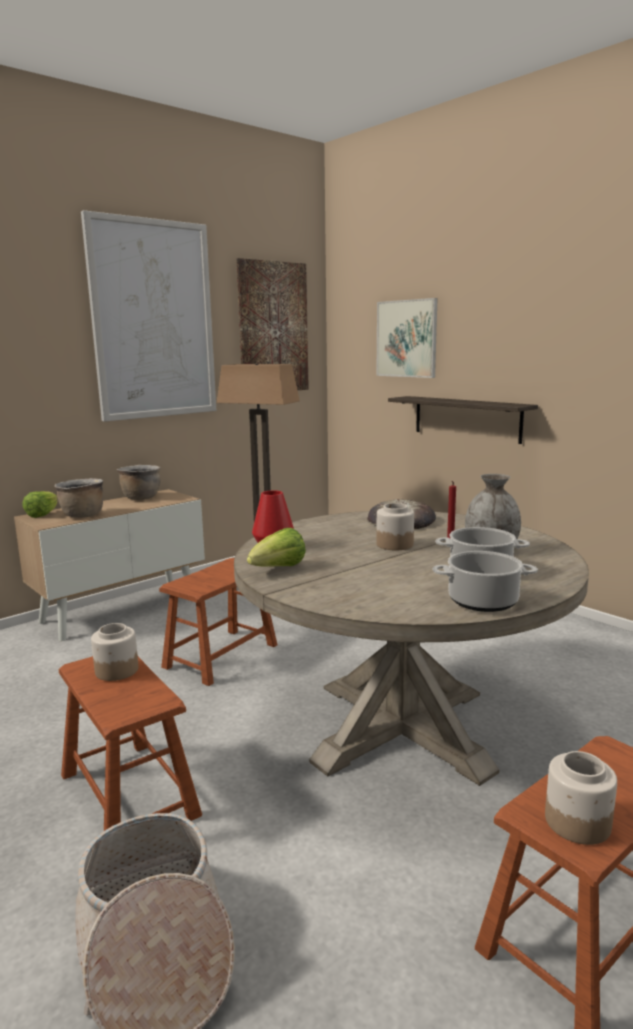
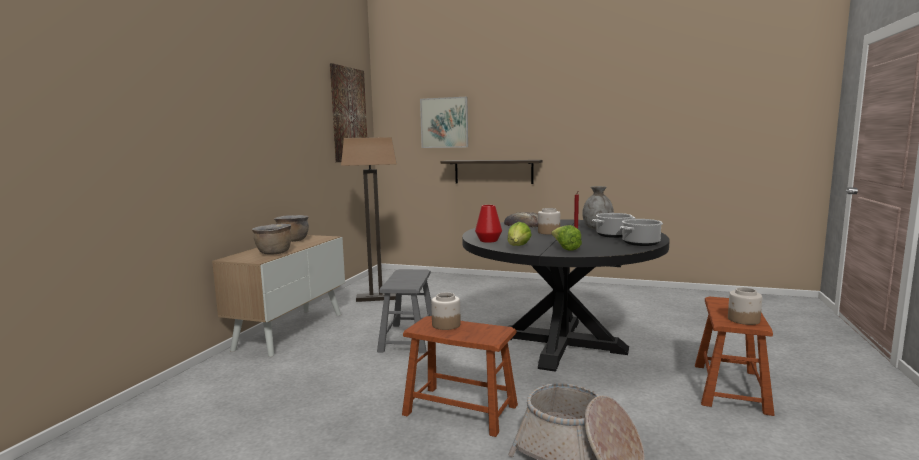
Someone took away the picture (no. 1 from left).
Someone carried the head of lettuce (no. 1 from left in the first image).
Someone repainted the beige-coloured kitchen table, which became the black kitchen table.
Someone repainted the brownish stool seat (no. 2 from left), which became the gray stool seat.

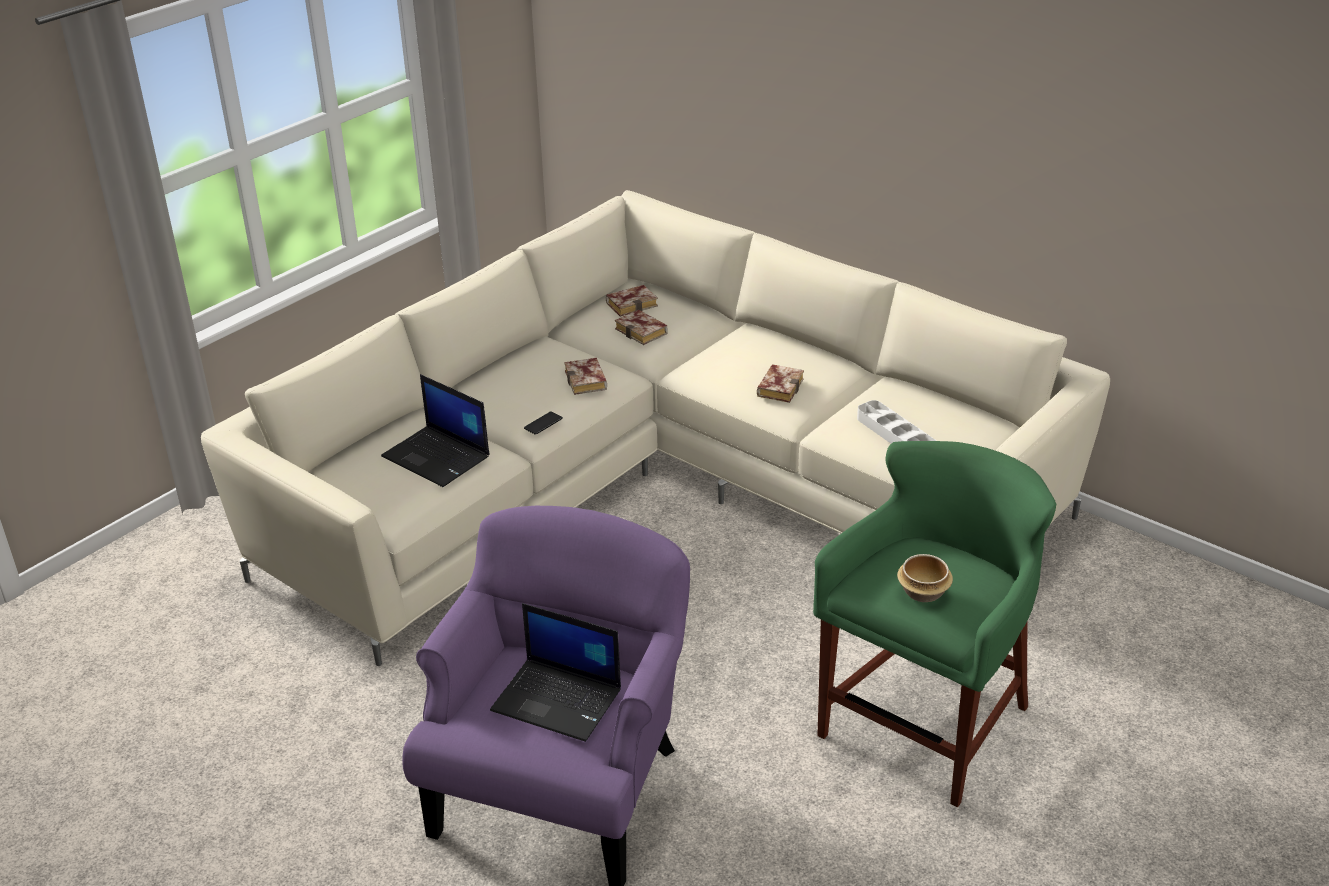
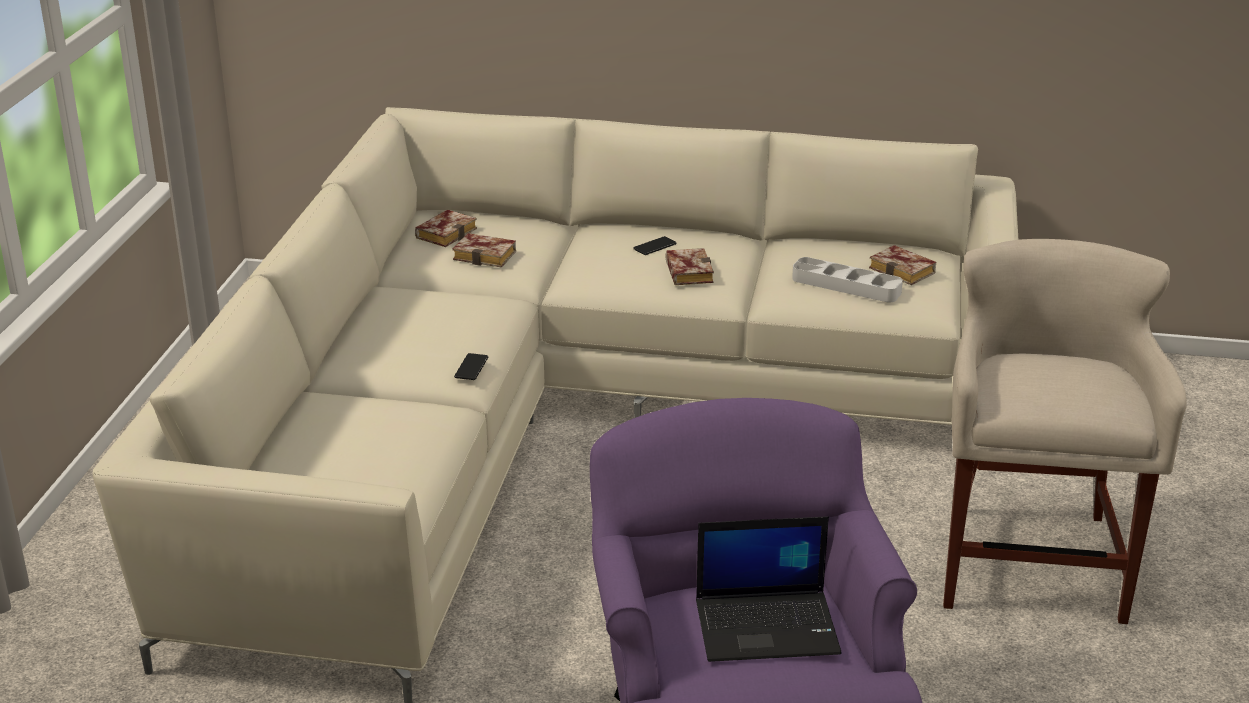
Someone carried the book (no. 1 from left in the first image).
Someone took away the laptop (no. 1 from left).
Someone repainted the green-coloured stool seat, which became the beige-coloured stool seat.
Someone took away the deep dish.
Someone put down the telephone (no. 2 from left).

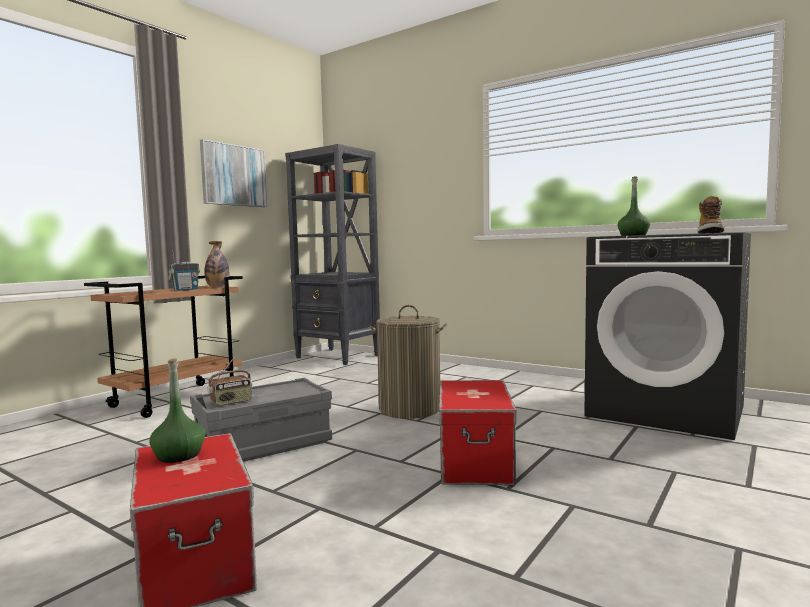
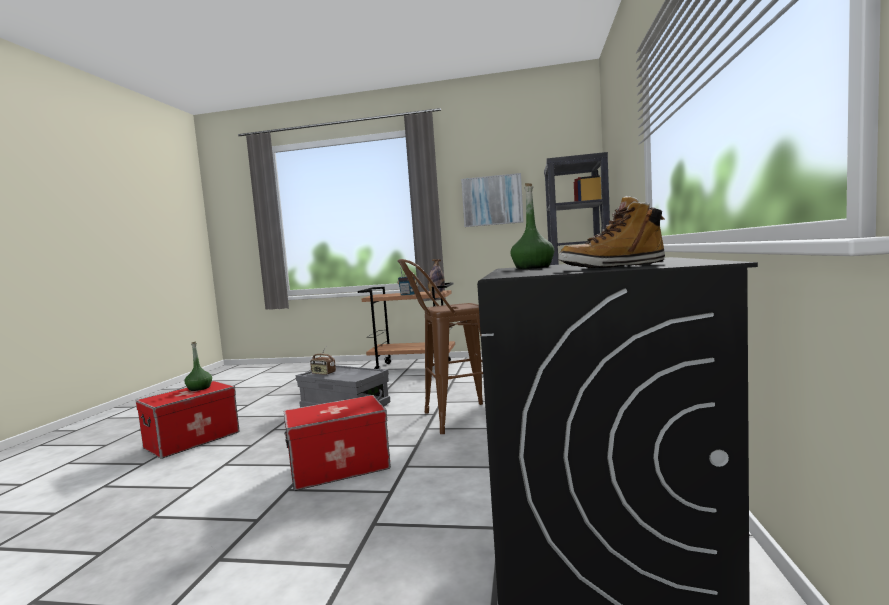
Someone swapped the washing basket for the brownish stool seat.

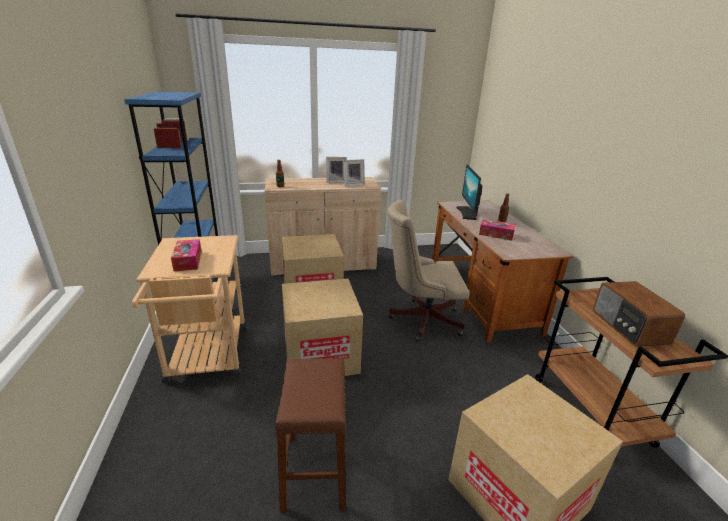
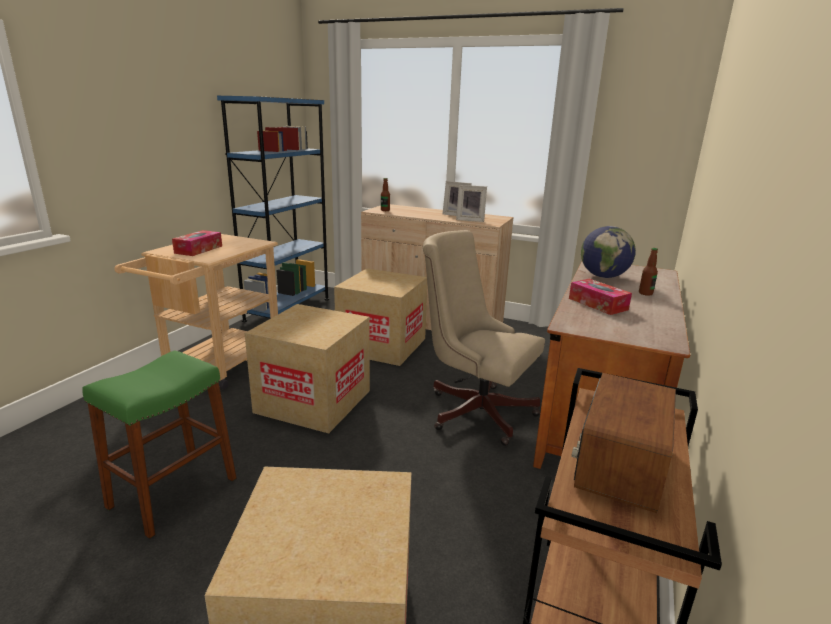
Someone swapped the computer screen for the world globe.
Someone repainted the brownish stool seat, which became the green-coloured stool seat.

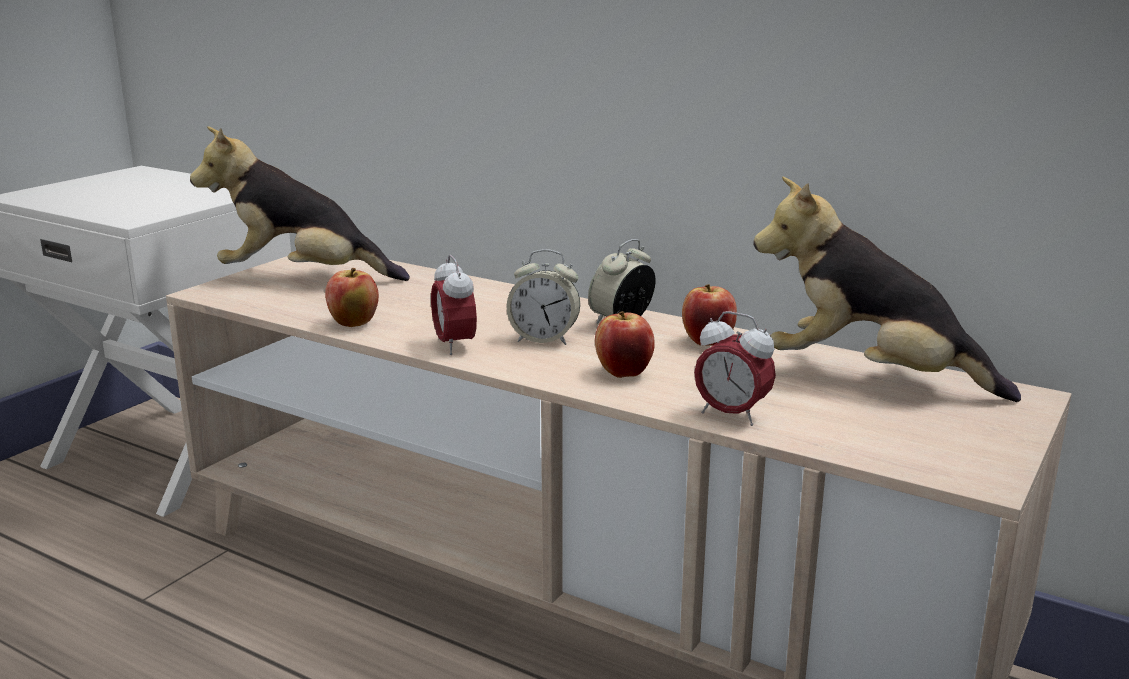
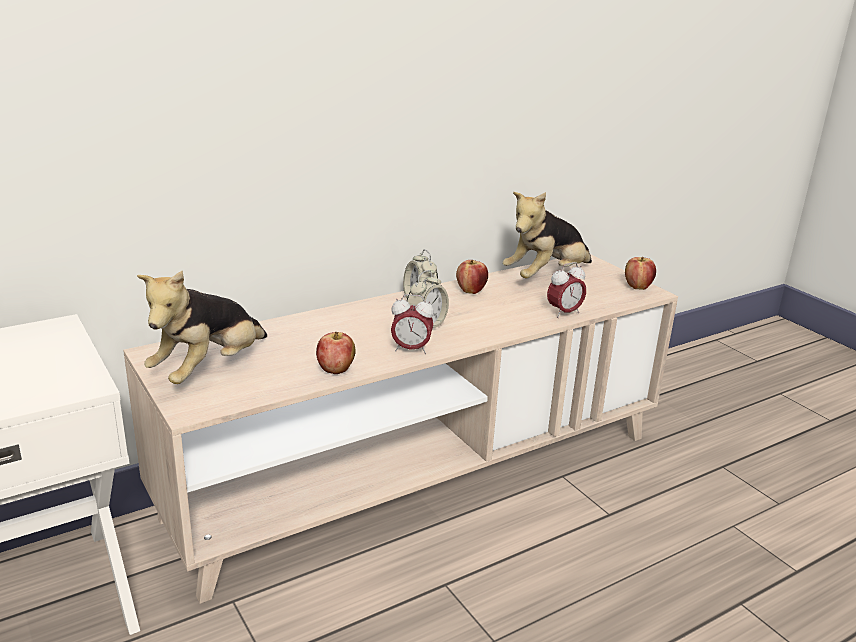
Someone carried the apple (no. 2 from left in the first image).

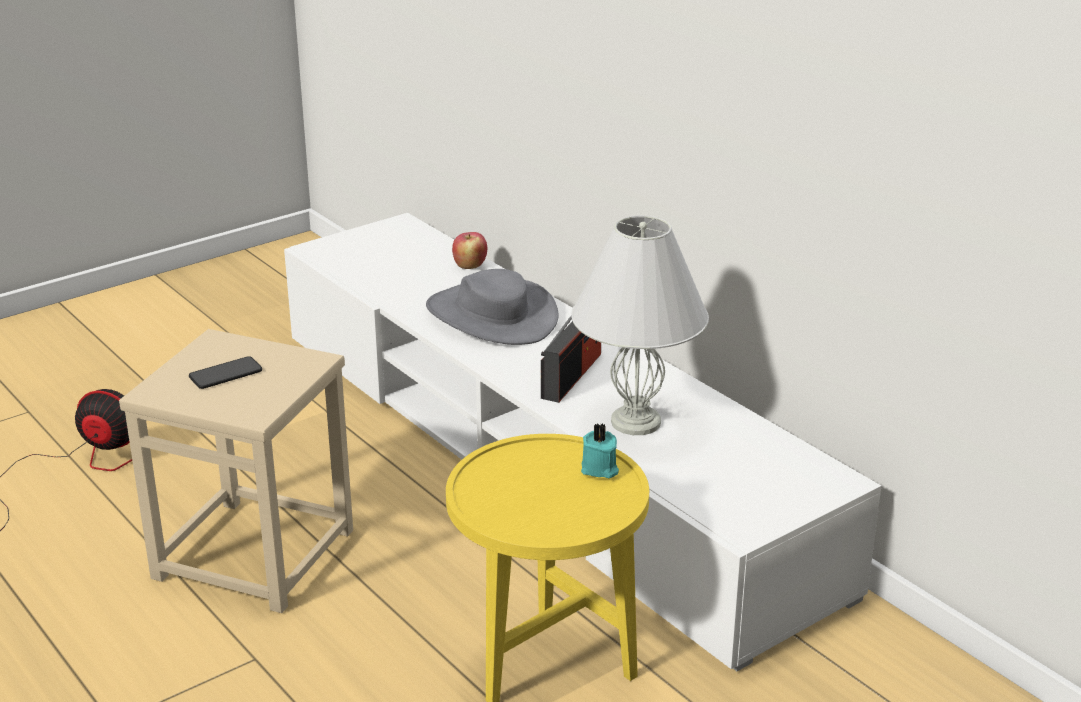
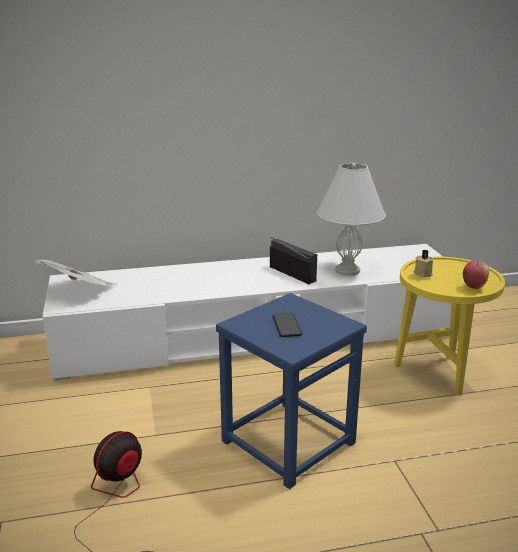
Someone carried the apple.
Someone took away the gray clothing hat.
Someone repainted the beige-coloured stool seat, which became the blue-coloured stool seat.
Someone took away the blue-green wax candle.
Someone put down the beige-coloured wax candle.
Someone put down the daily paper.

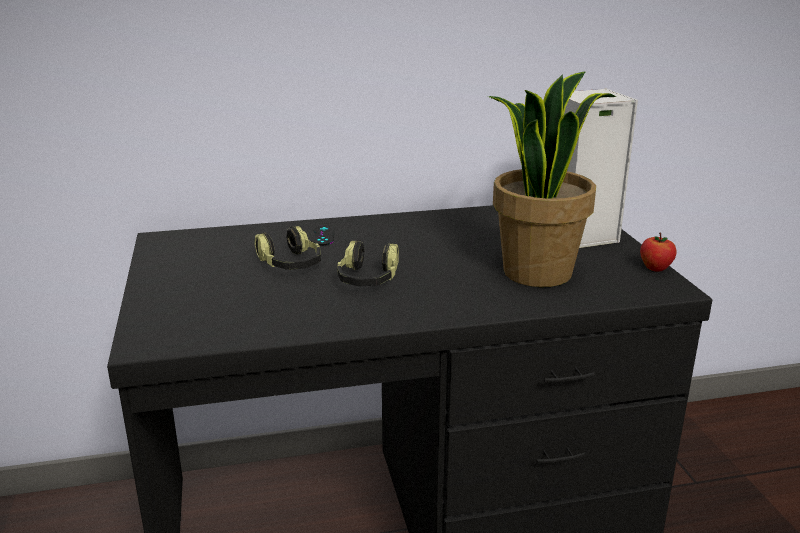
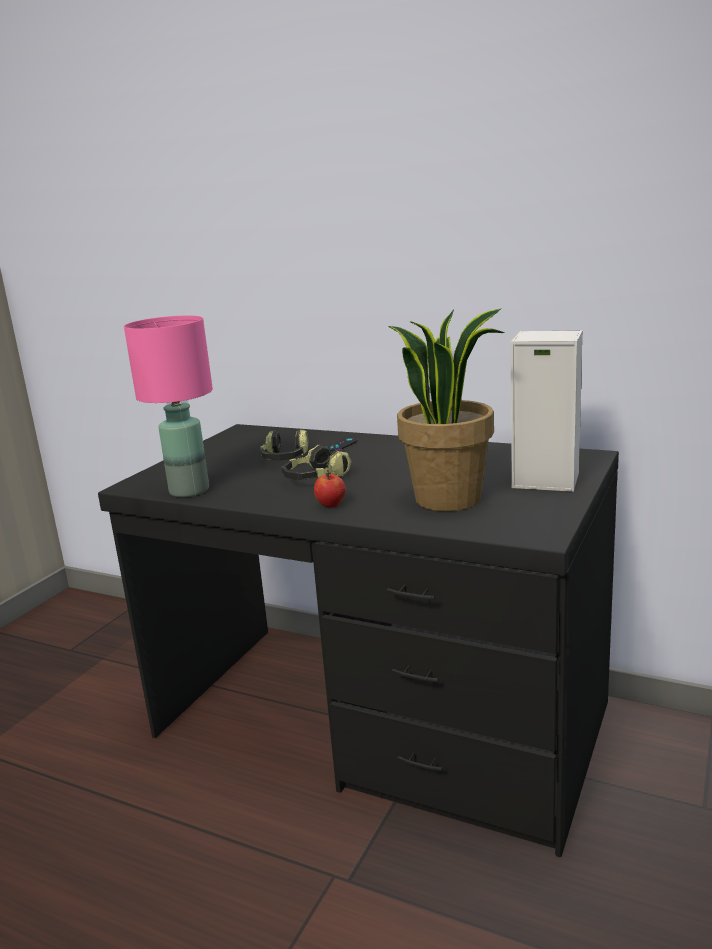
Someone carried the apple.
Someone put down the pink lamp for a table.

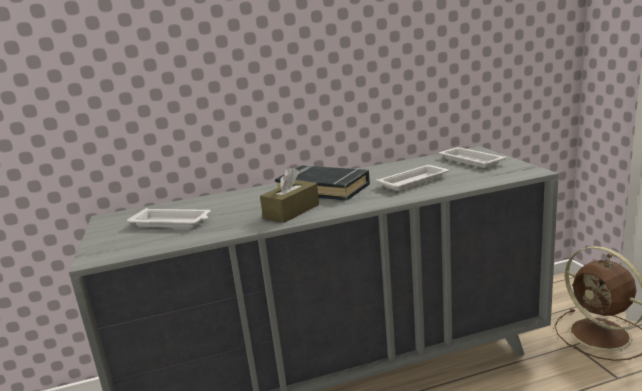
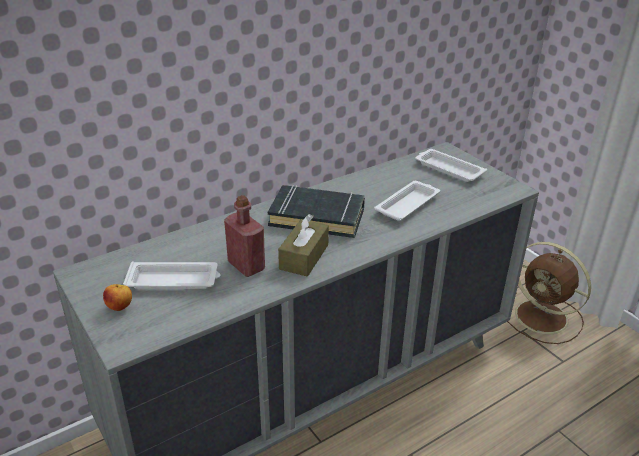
Someone put down the red beverage bottle.
Someone put down the apple.

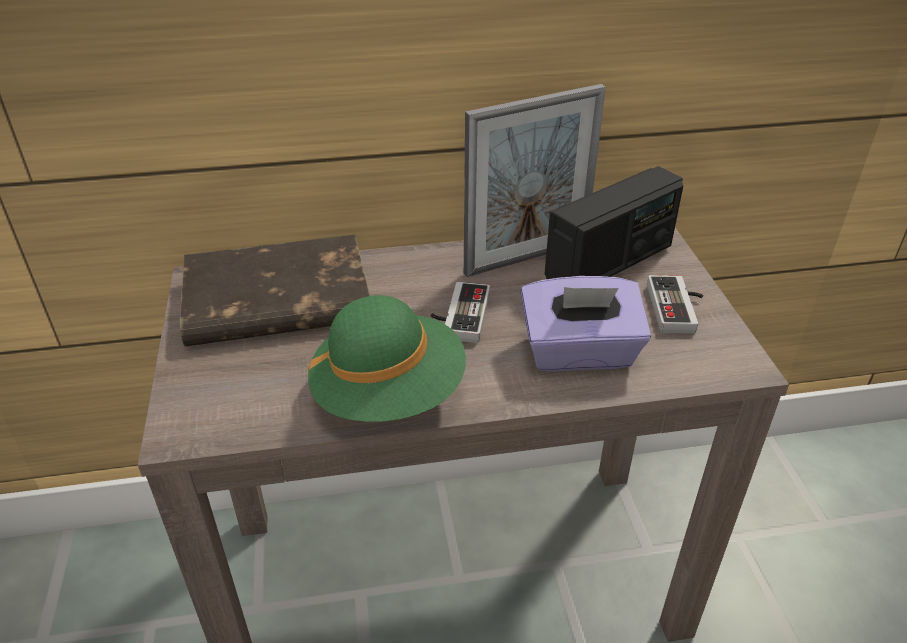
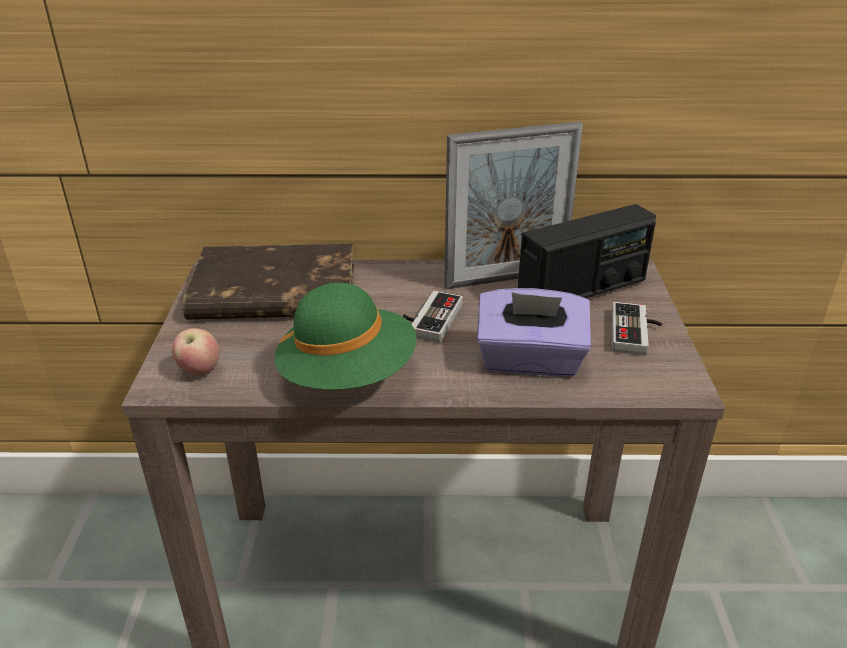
Someone put down the apple.

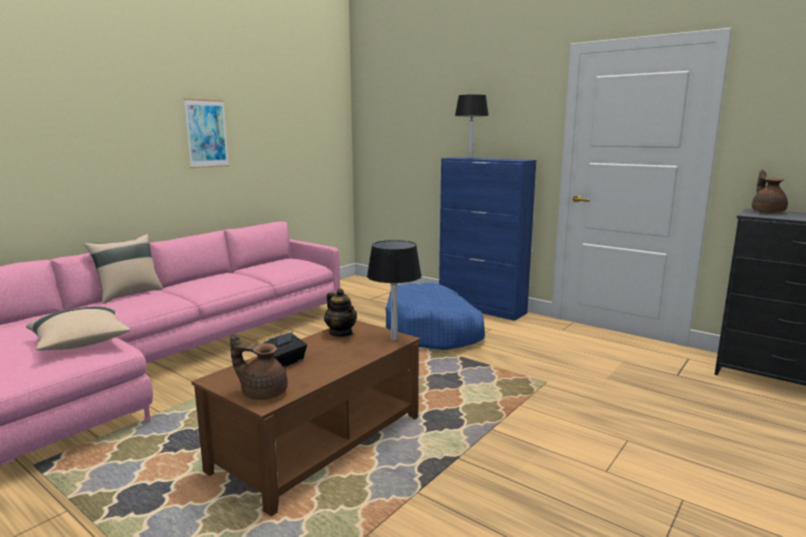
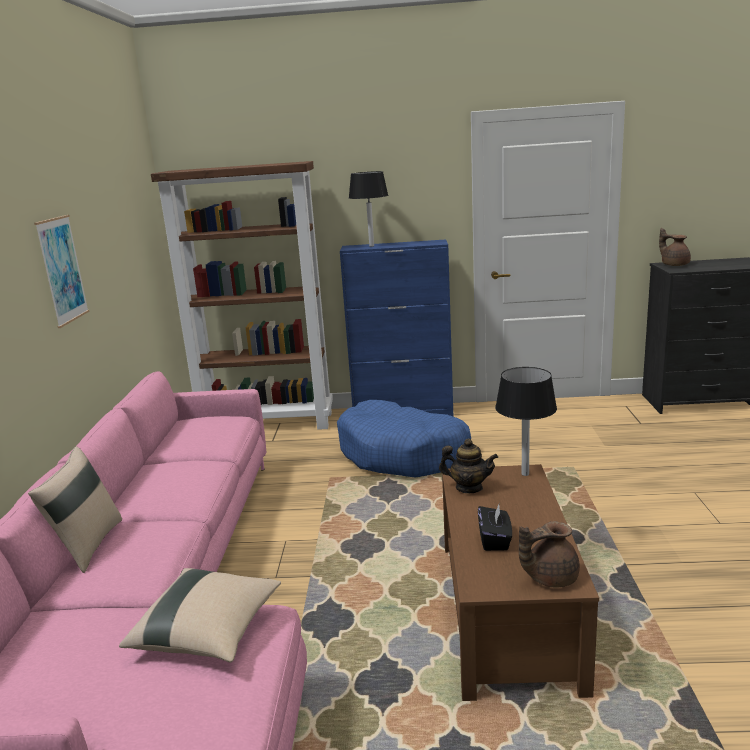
Someone put down the brownish bookcase.

